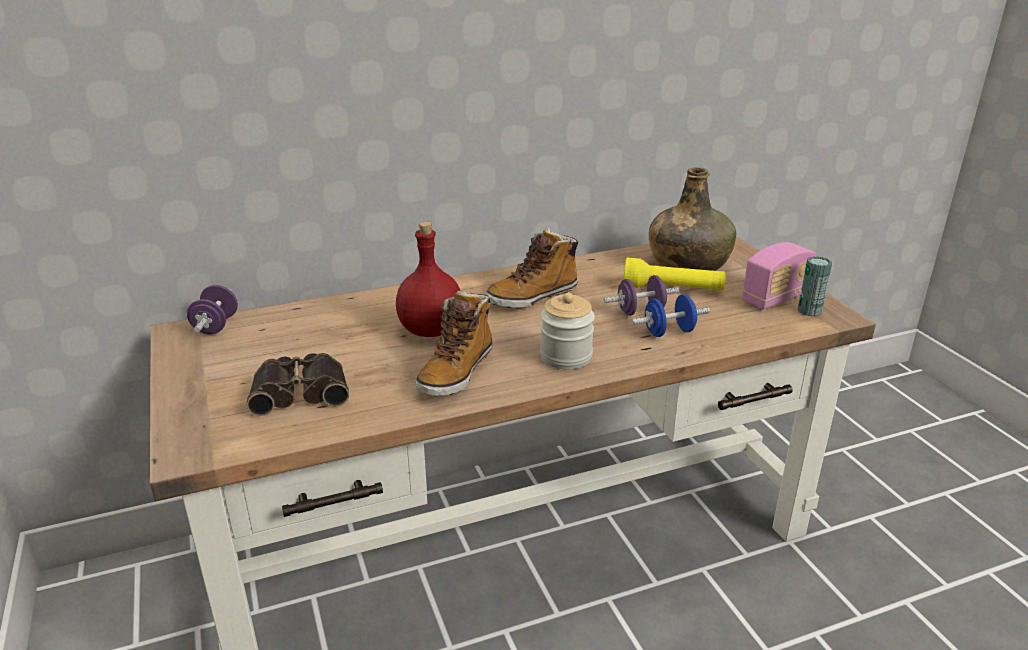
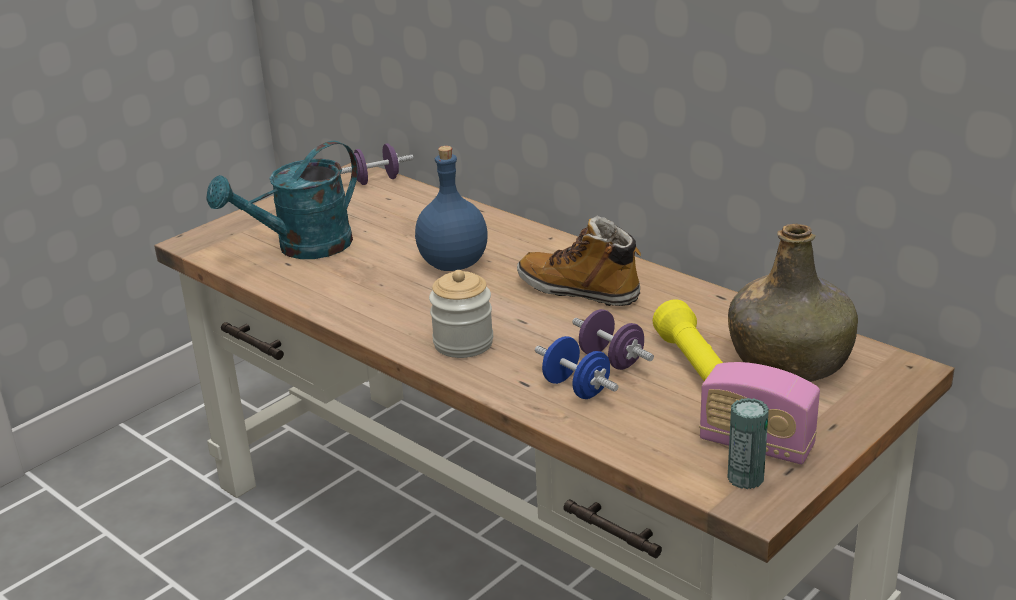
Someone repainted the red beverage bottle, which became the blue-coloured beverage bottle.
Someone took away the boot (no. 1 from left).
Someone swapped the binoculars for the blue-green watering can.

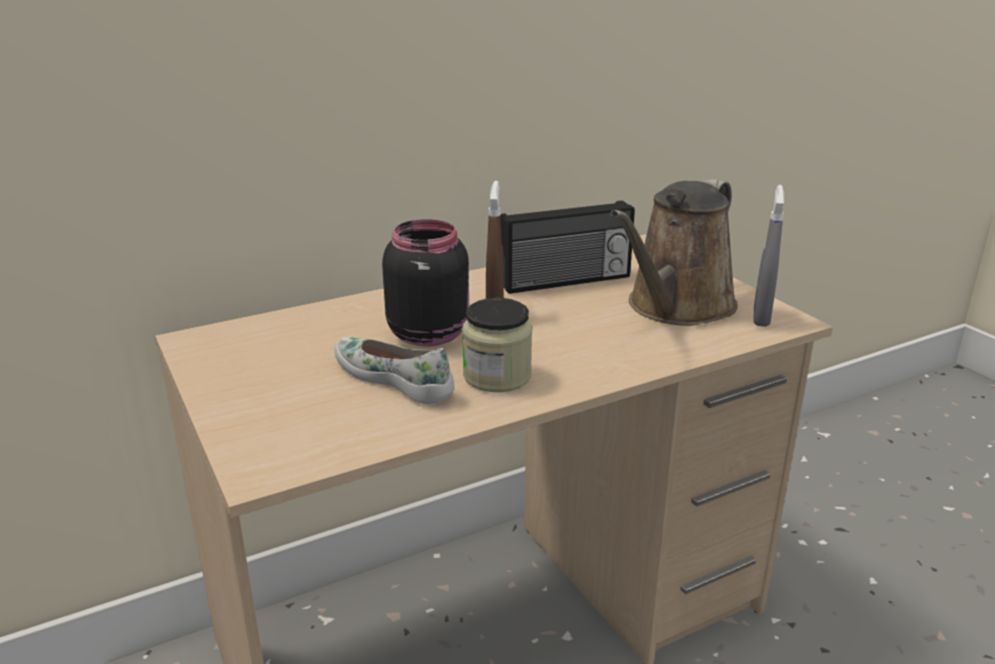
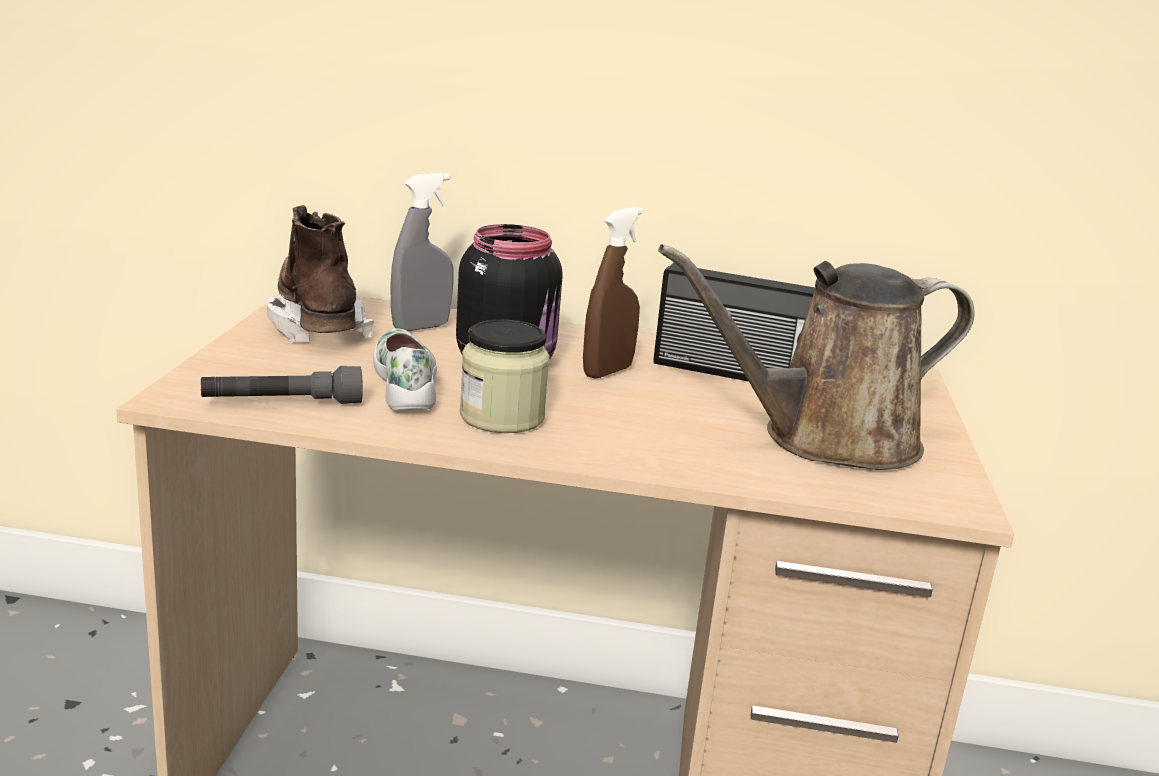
Someone carried the gray sprayer.
Someone put down the brownish boot.
Someone put down the gray torch.

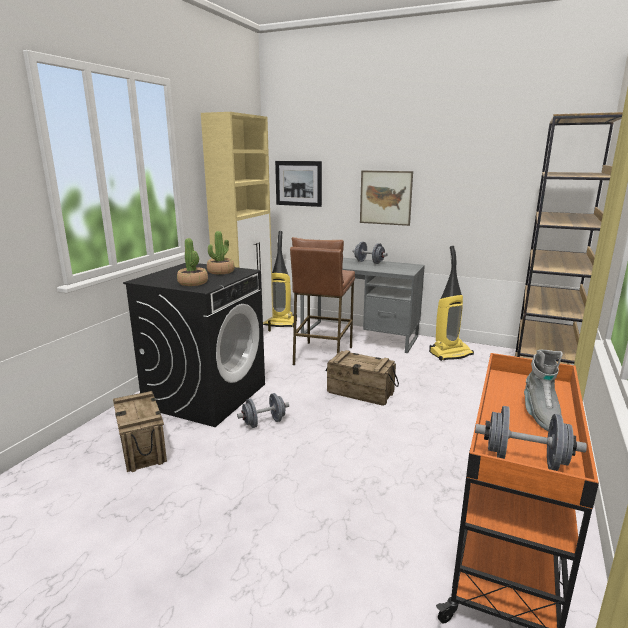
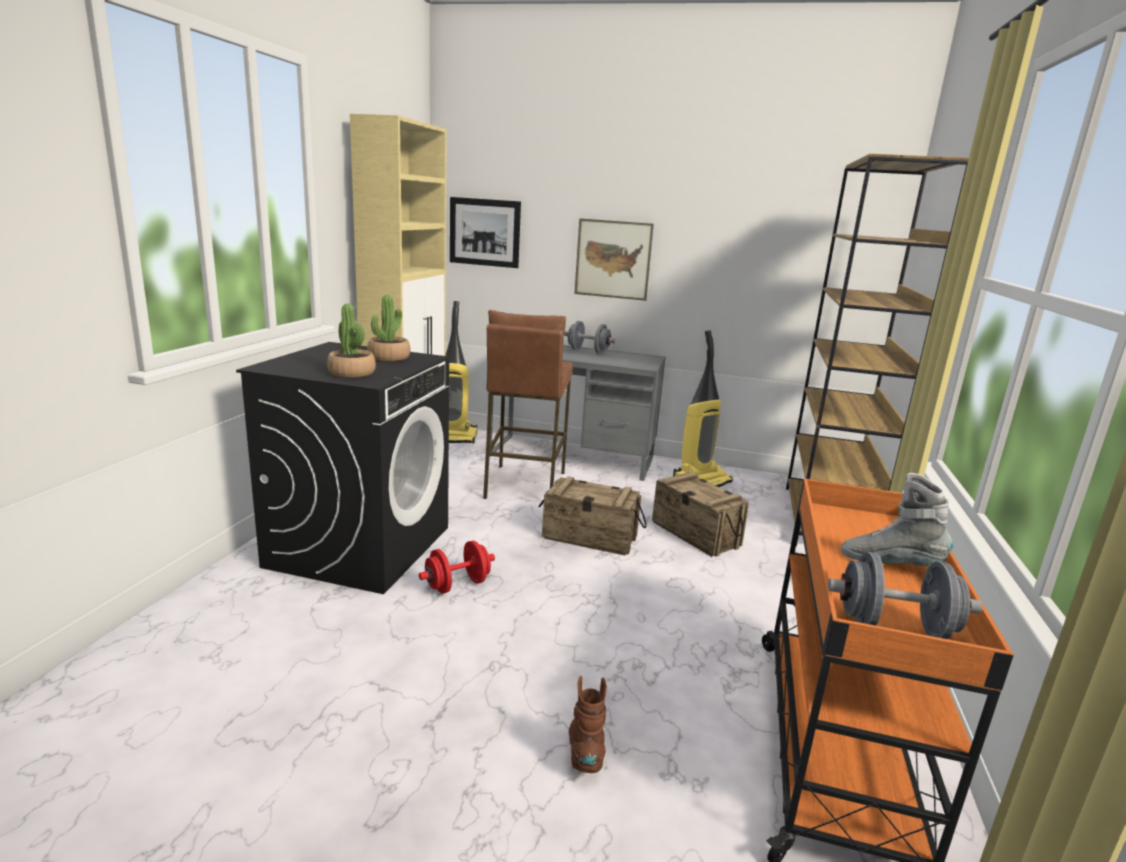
Someone rotated the gray boot by 120 degrees clockwise.
Someone carried the shipping crate (no. 1 from left in the first image).
Someone repainted the gray hand weight (no. 1 from left), which became the red hand weight.
Someone put down the brownish boot.

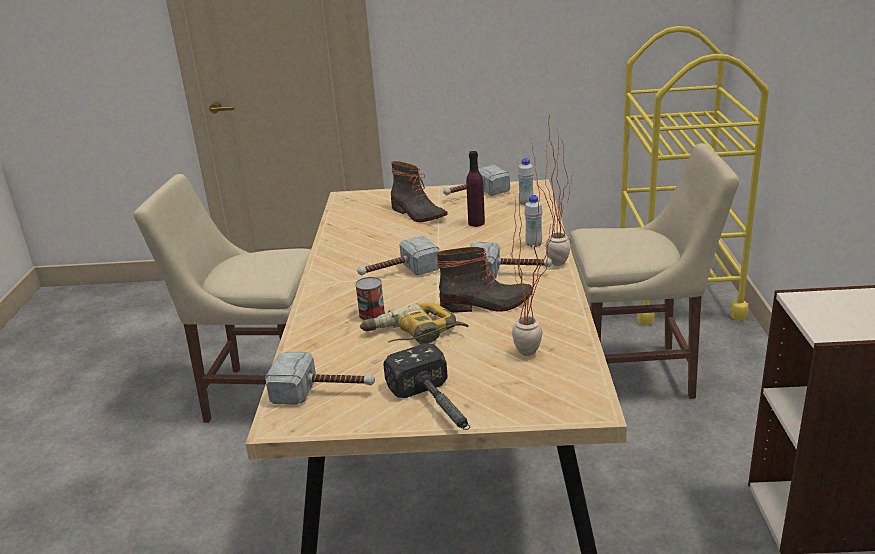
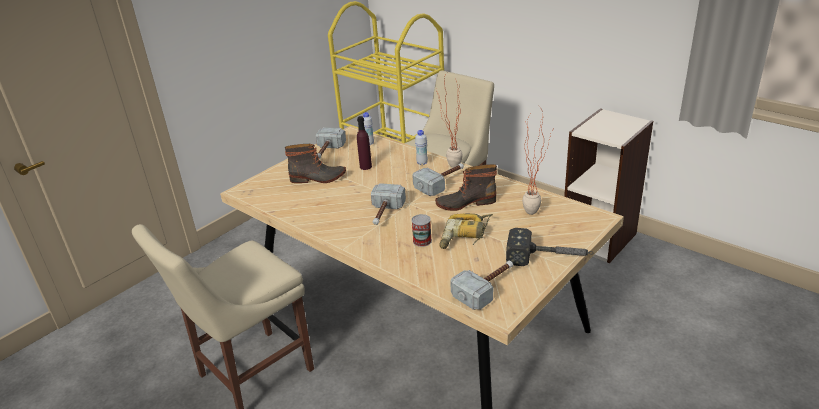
Someone rotated the boot (no. 2 from left) by 135 degrees counterclockwise.

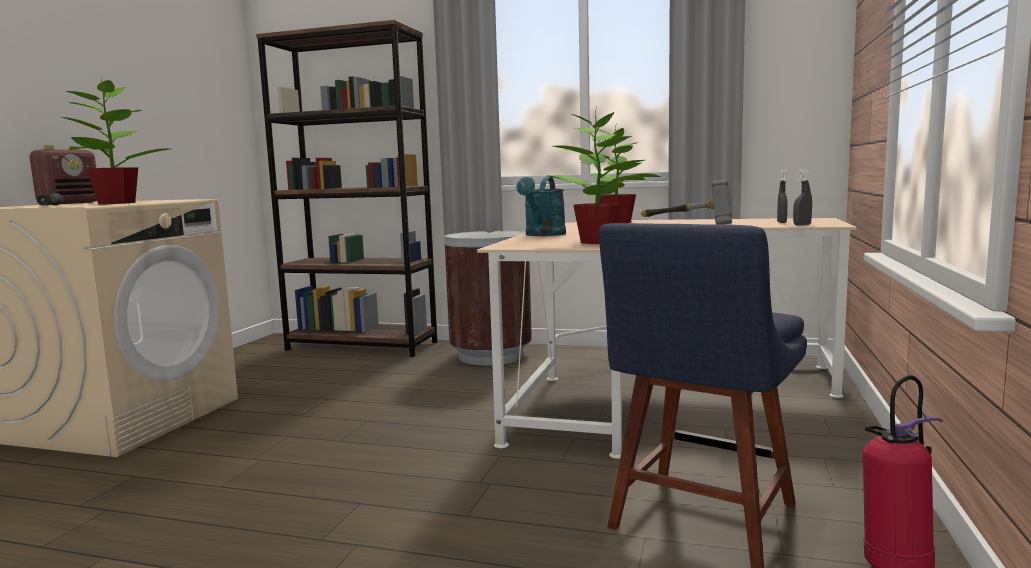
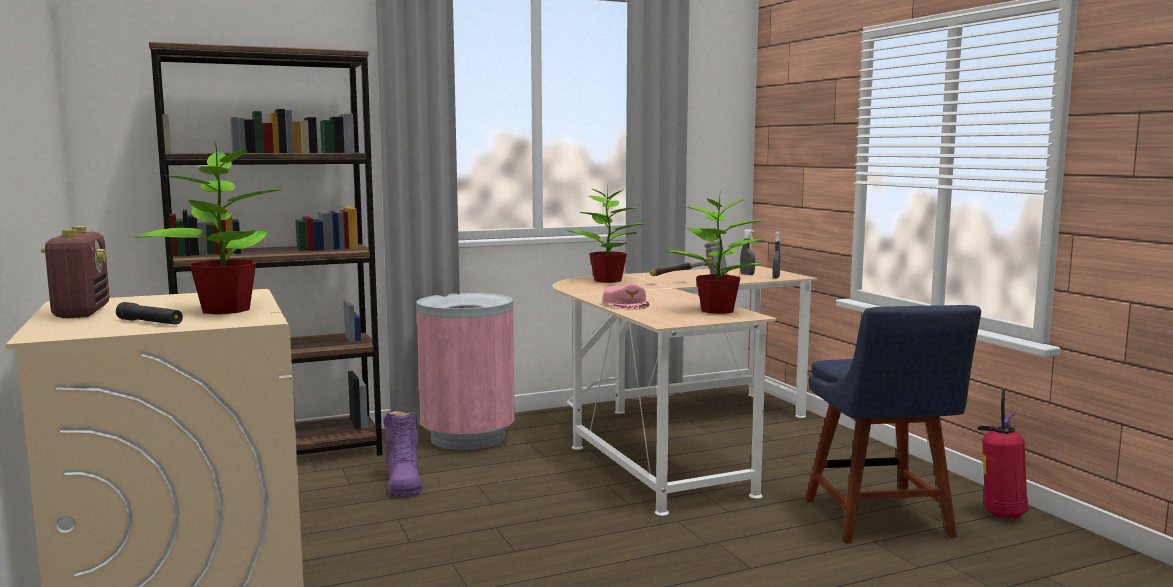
Someone swapped the blue-green watering can for the pink baseball cap.
Someone repainted the brownish waste bin, which became the pink waste bin.
Someone put down the purple boot.

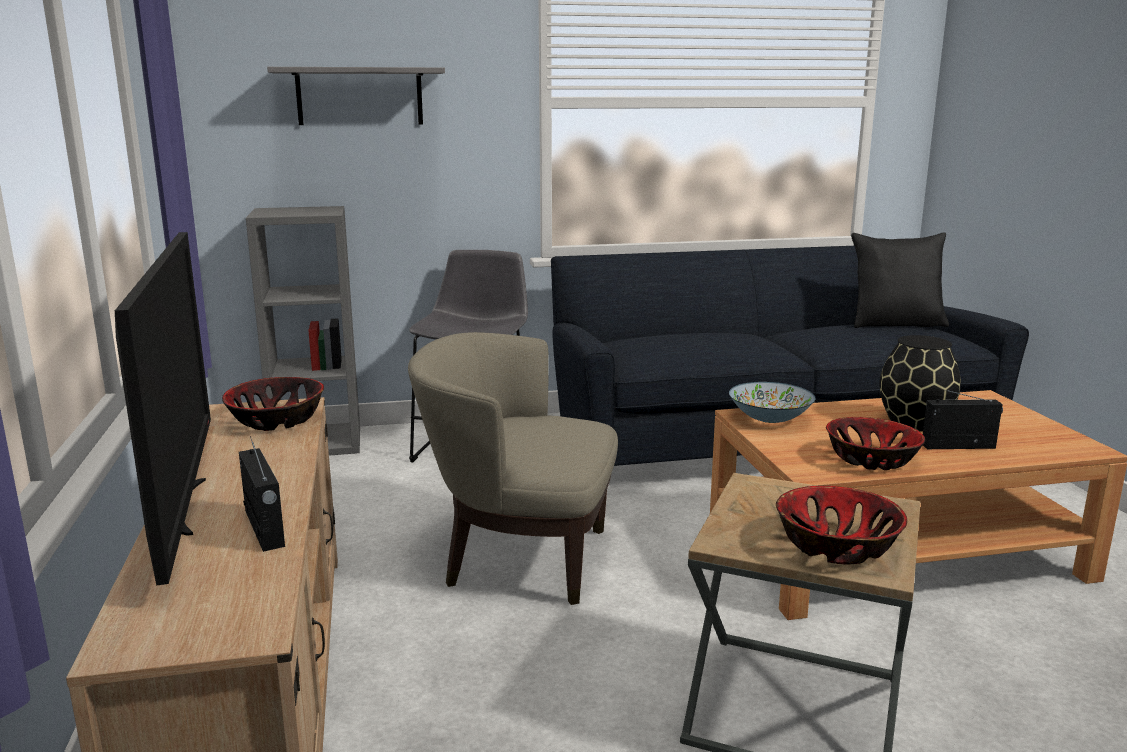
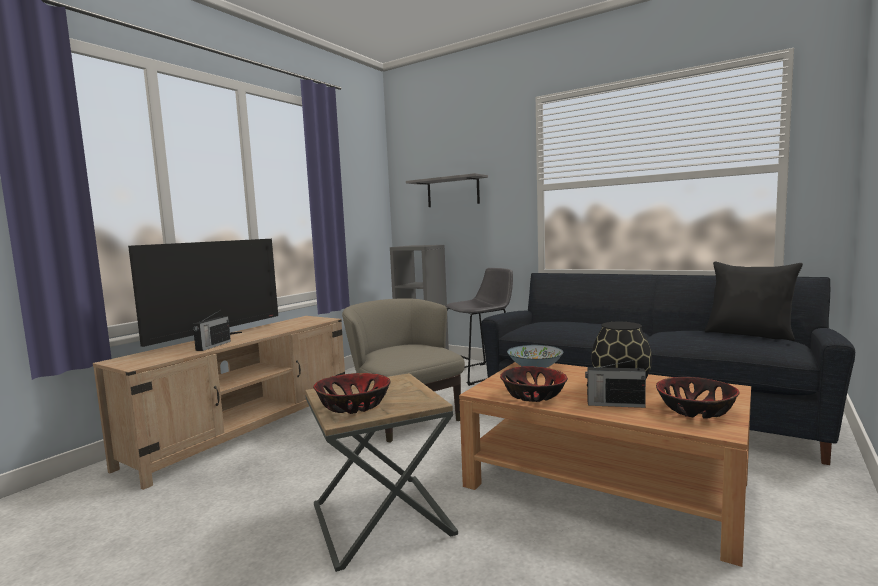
Someone carried the deep dish (no. 1 from left in the first image).
Someone rotated the radio (no. 2 from left) by 150 degrees clockwise.

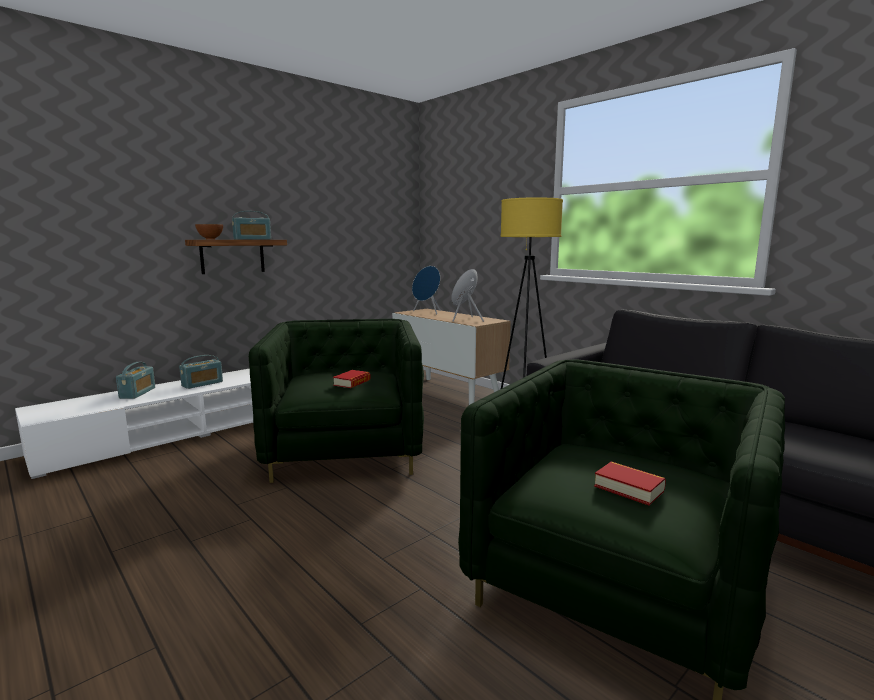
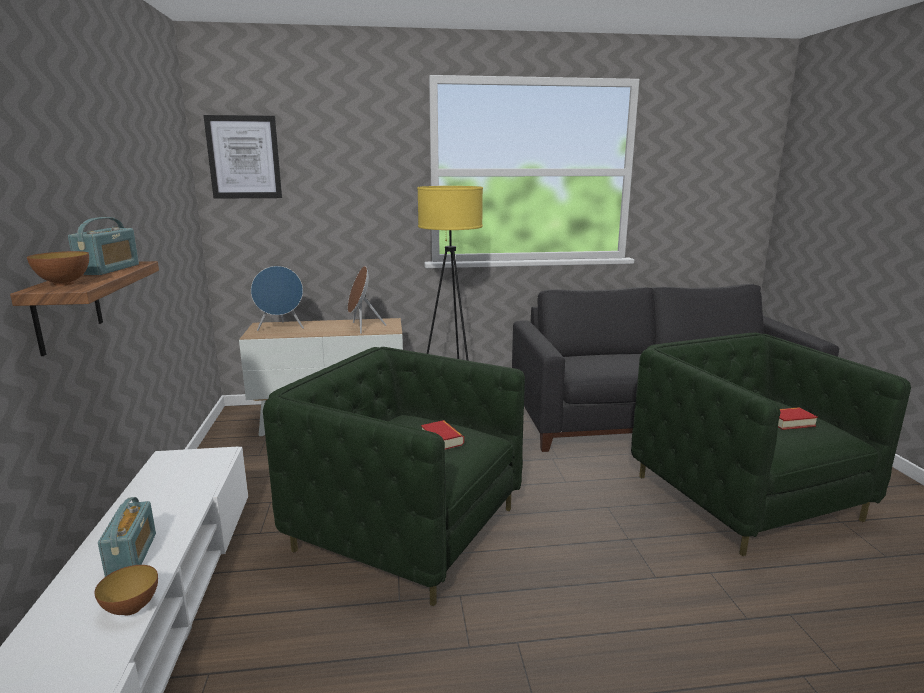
Someone took away the radio (no. 1 from left).
Someone put up the picture.
Someone put down the deep dish (no. 2 from left).

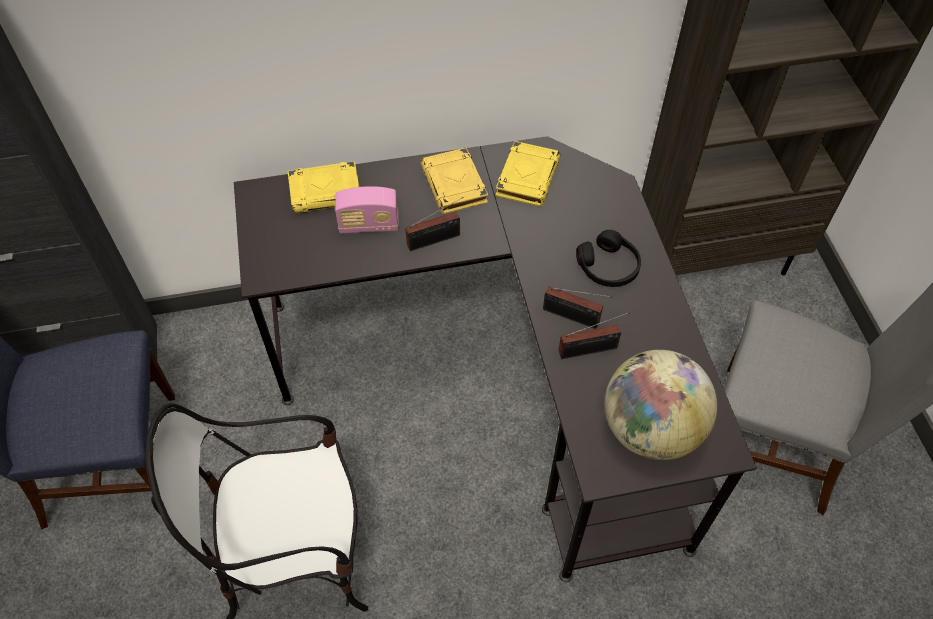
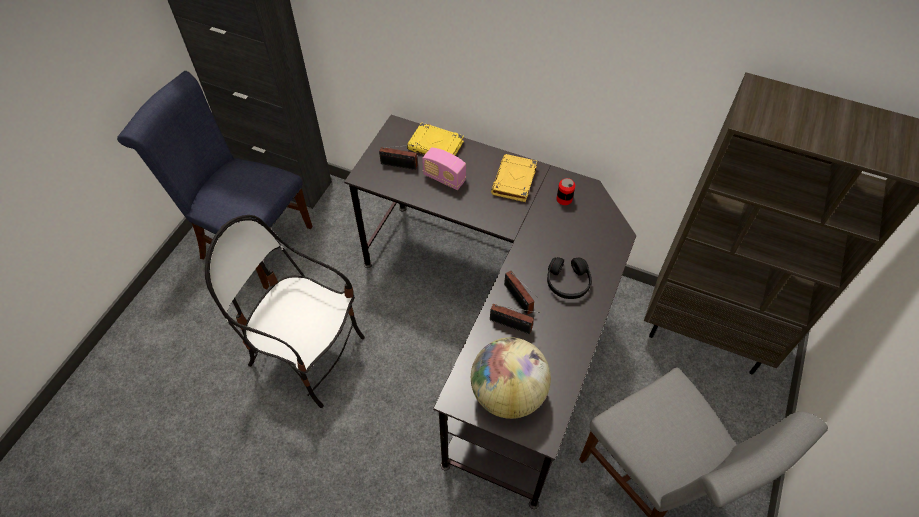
Someone swapped the yellowish book (no. 3 from left) for the sealed can.
Someone carried the radio (no. 2 from left in the first image).

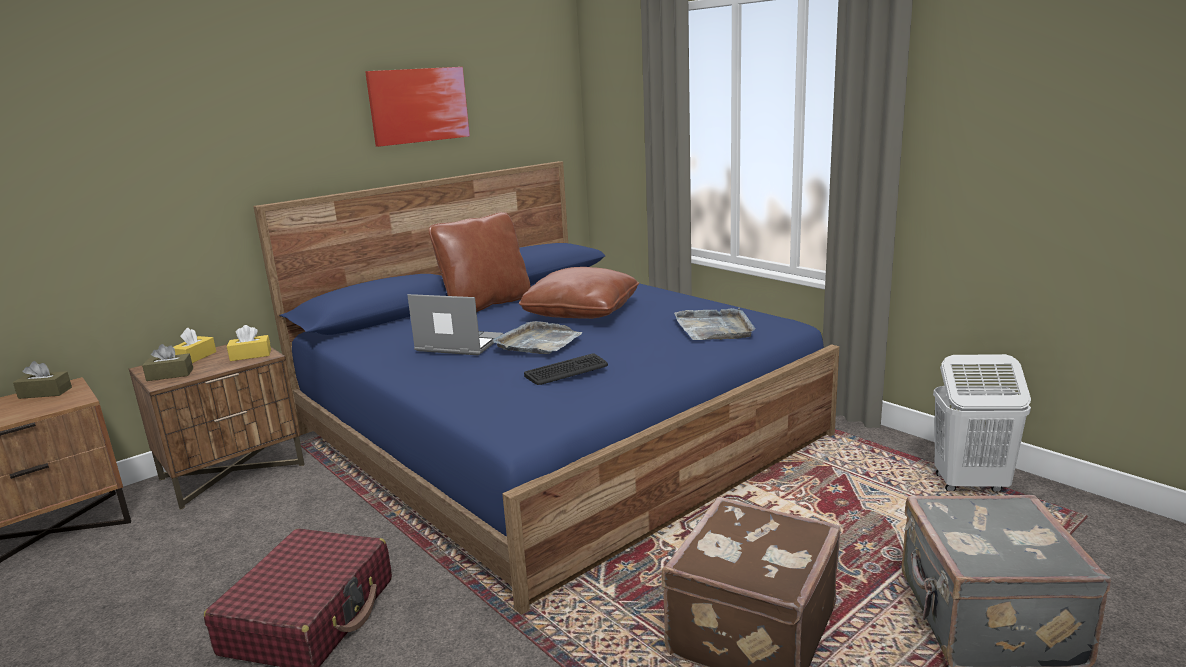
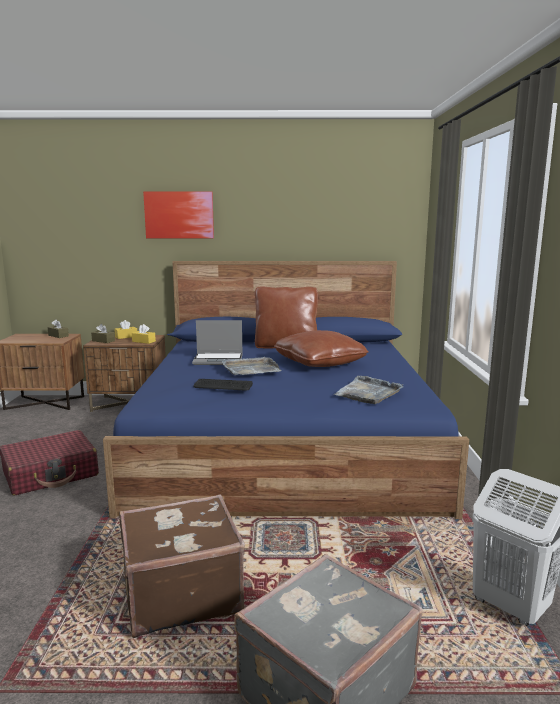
Someone carried the picture.
Someone rotated the laptop by 120 degrees clockwise.

